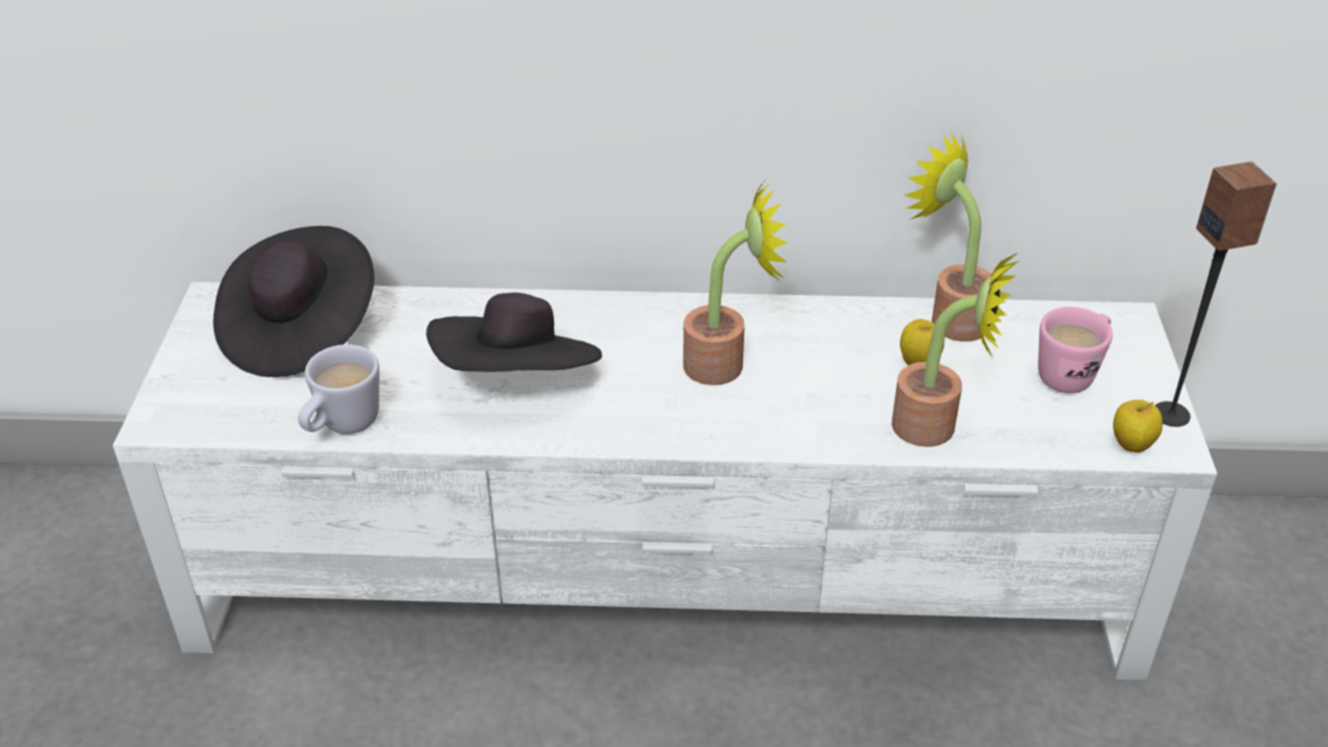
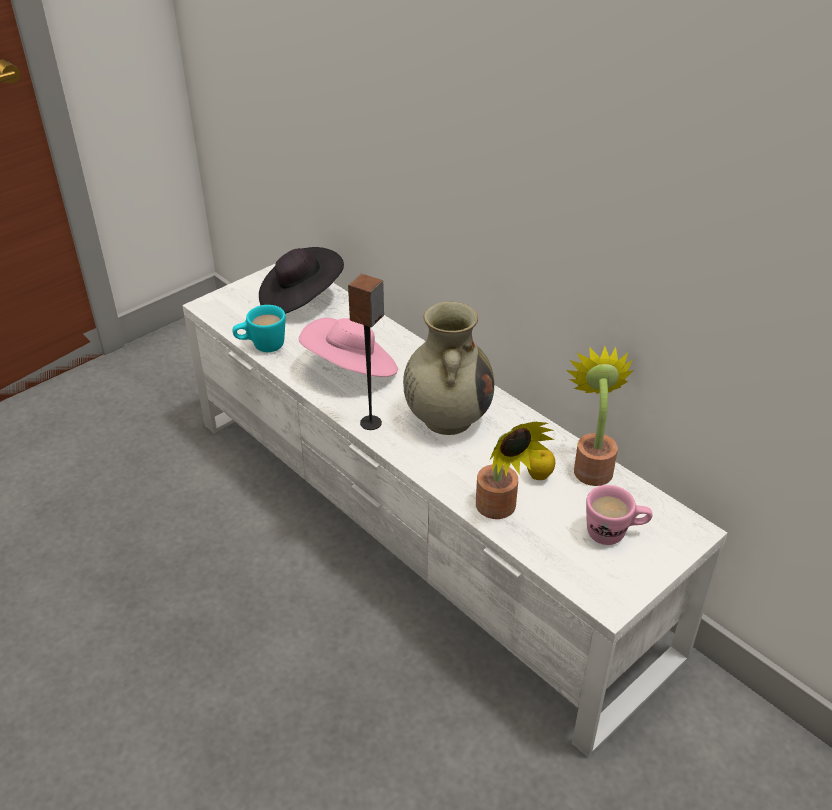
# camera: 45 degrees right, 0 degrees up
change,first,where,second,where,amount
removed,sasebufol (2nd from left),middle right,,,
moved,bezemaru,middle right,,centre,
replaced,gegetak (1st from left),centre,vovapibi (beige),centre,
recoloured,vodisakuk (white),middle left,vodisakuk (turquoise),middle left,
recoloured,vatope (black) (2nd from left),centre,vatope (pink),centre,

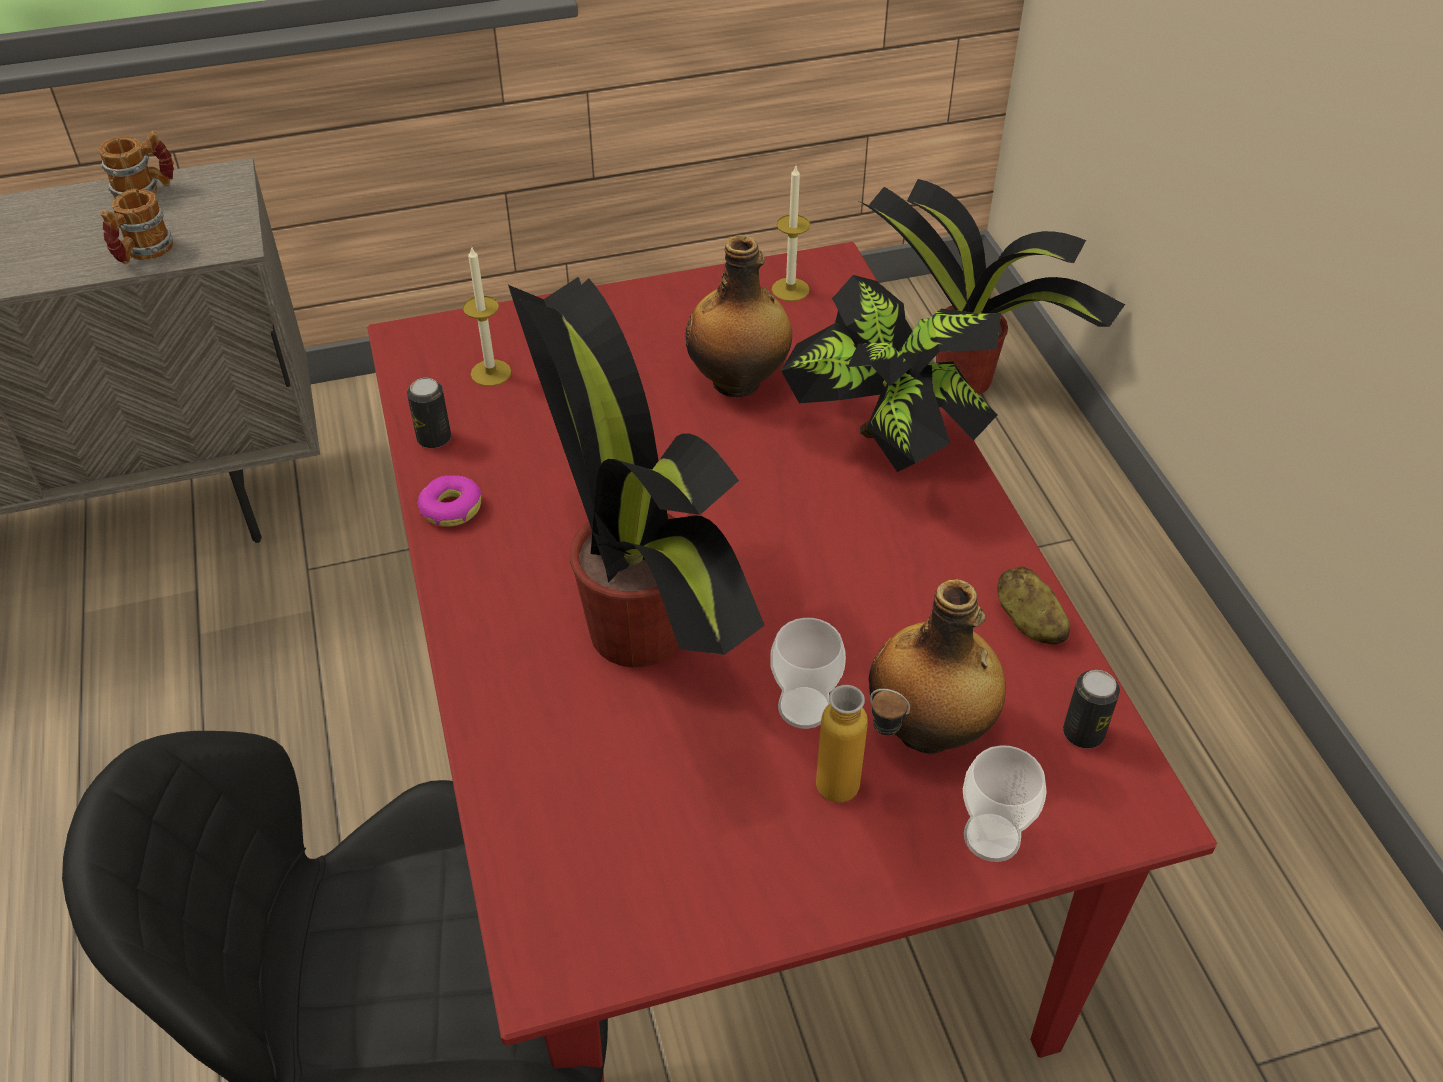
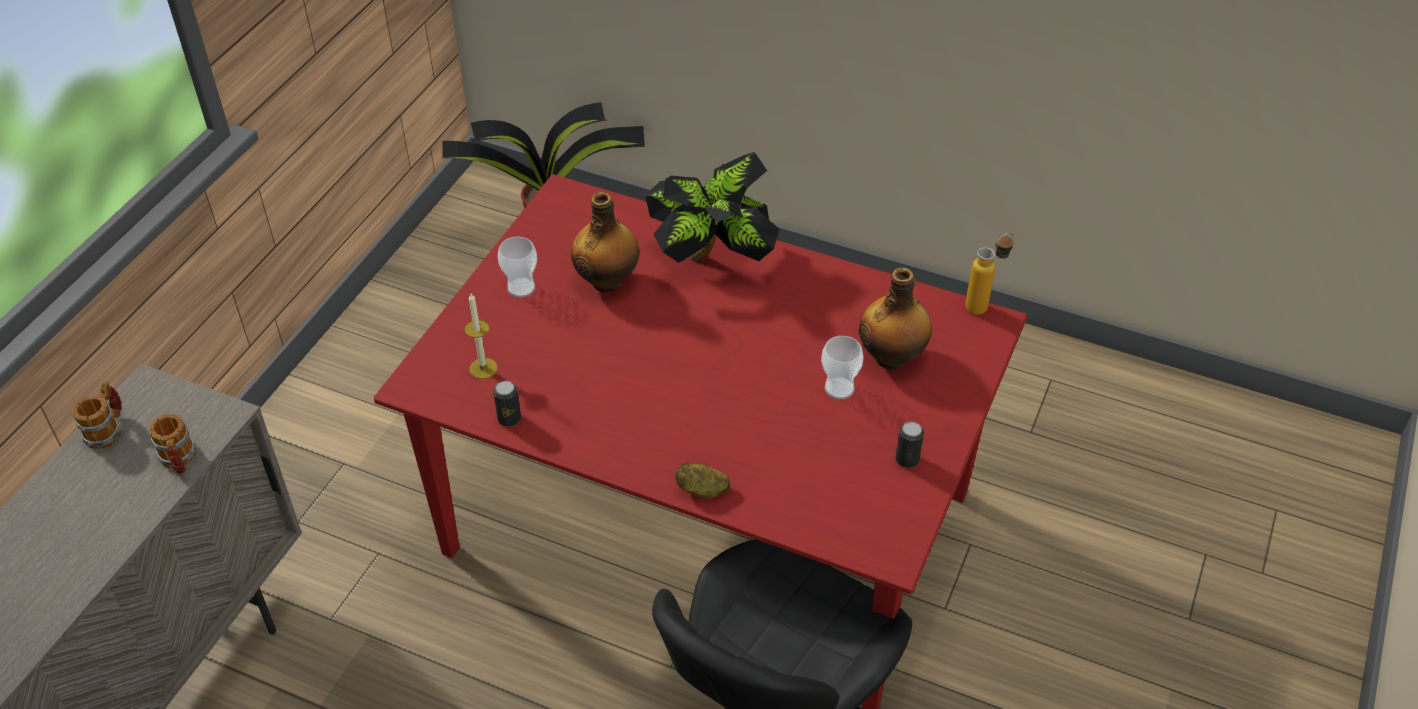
# camera: 50 degrees left, 0 degrees up
change,first,where,second,where,amount
removed,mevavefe,middle left,,,
removed,gegetak (1st from left),centre,,,
removed,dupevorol (2nd from left),top centre,,,
moved,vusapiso (2nd from left in the first image),bottom centre,vusapiso (3rd from left),middle right,
moved,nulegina (2nd from left in the first image),bottom right,nulegina (1st from left),centre,
moved,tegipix,middle right,,bottom centre,
moved,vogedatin (2nd from left),middle right,,centre,

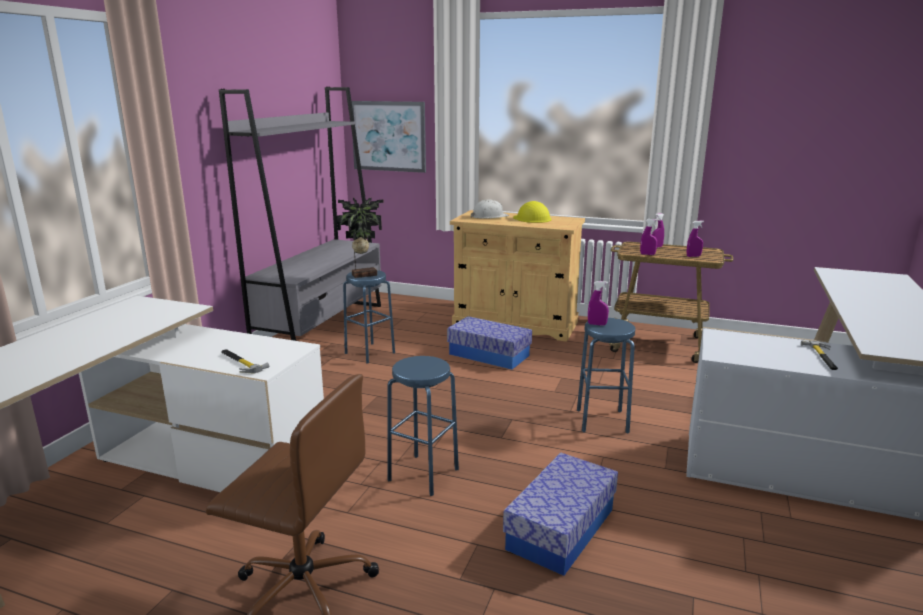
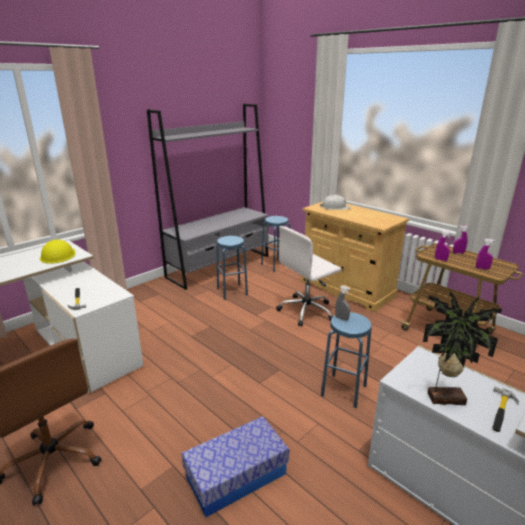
# camera: 25 degrees right, 5 degrees up
change,first,where,second,where,amount
removed,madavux,top centre,,,
moved,gegetak,centre,,middle right,
moved,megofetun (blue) (2nd from left),bottom centre,,centre,
moved,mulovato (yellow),centre,,middle left,
replaced,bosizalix (1st from left),centre,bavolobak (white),centre,
recoloured,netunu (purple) (1st from left),centre,netunu (grey),centre,

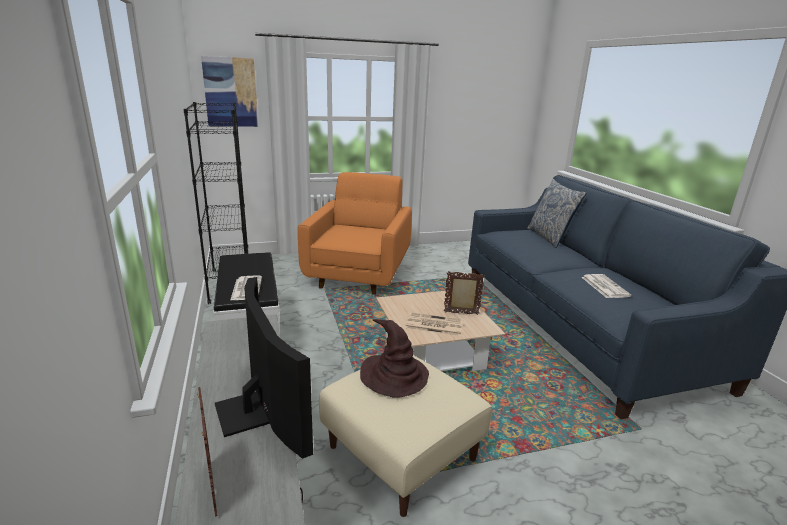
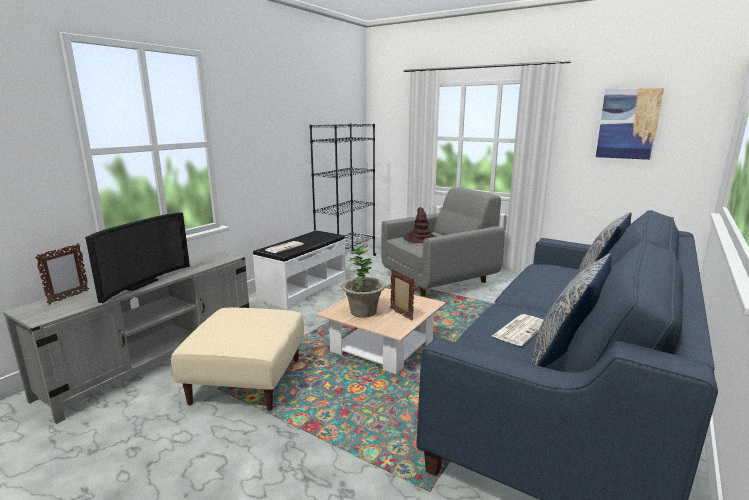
# camera: 50 degrees right, 5 degrees down
change,first,where,second,where,amount
added,,,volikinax (1st from left),middle right,
moved,madavux,top left,,top right,
moved,vatope (brown),bottom centre,,centre,
replaced,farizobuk (2nd from left),centre,gegetak,centre,
recoloured,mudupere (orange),centre,mudupere (grey),centre,

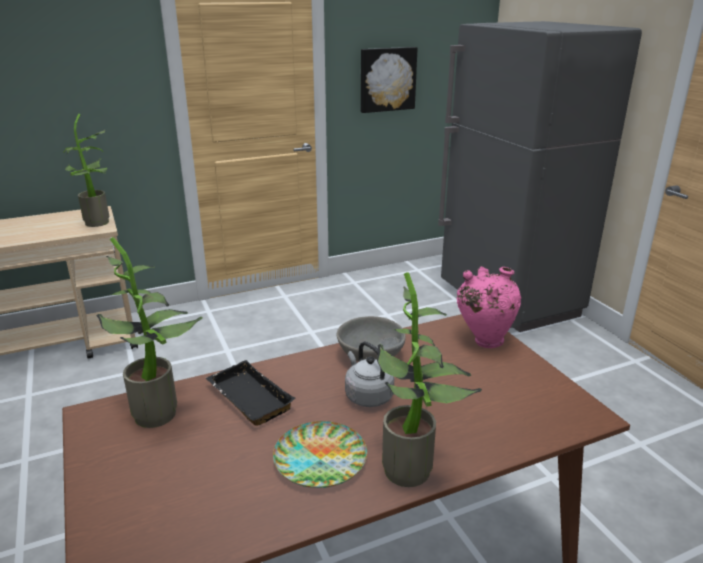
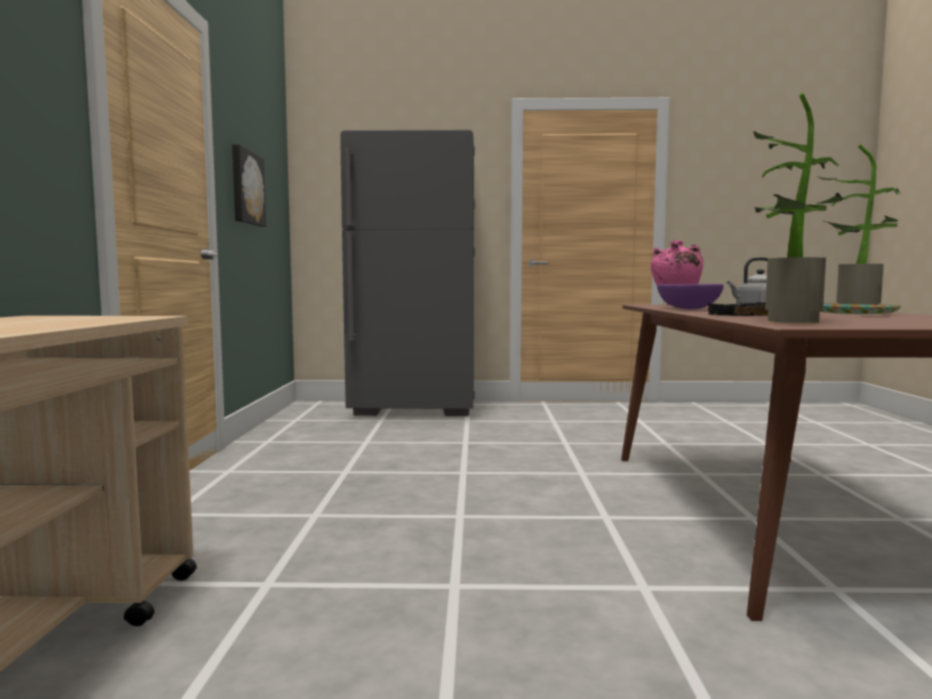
# camera: 65 degrees left, 20 degrees down
change,first,where,second,where,amount
removed,gegetak (1st from left),top left,,,
recoloured,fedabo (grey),centre,fedabo (purple),middle right,

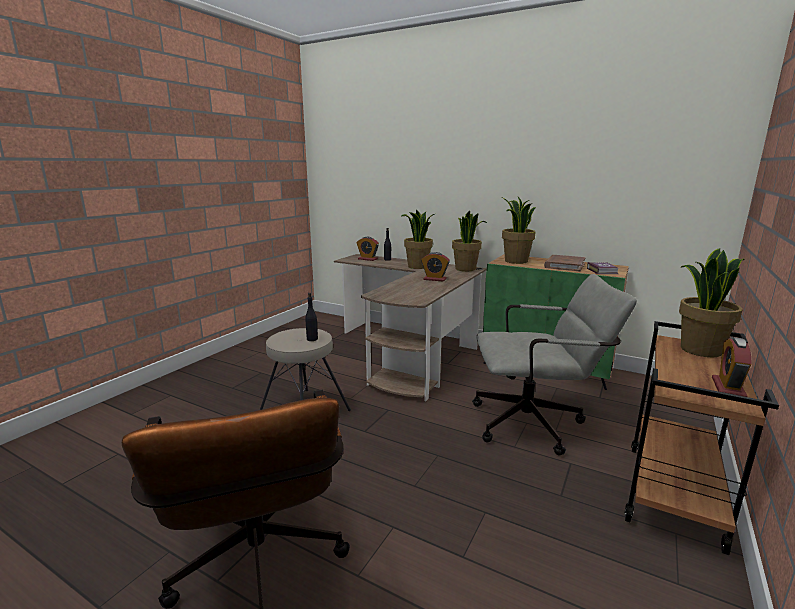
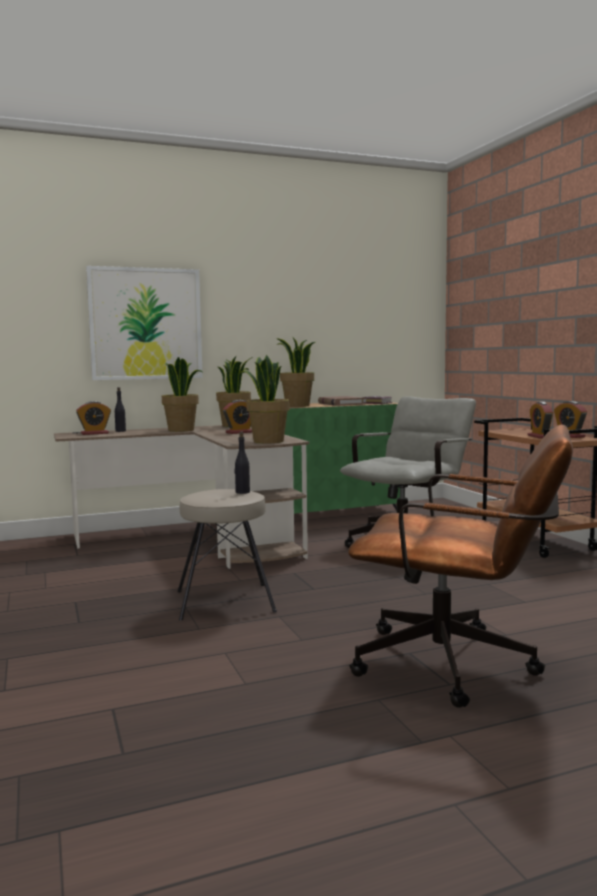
# camera: 50 degrees left, 10 degrees down
change,first,where,second,where,amount
added,,,madavux,middle left,
added,,,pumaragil (3rd from left),middle right,
moved,gegetak (4th from left in the first image),middle right,gegetak (3rd from left),centre,

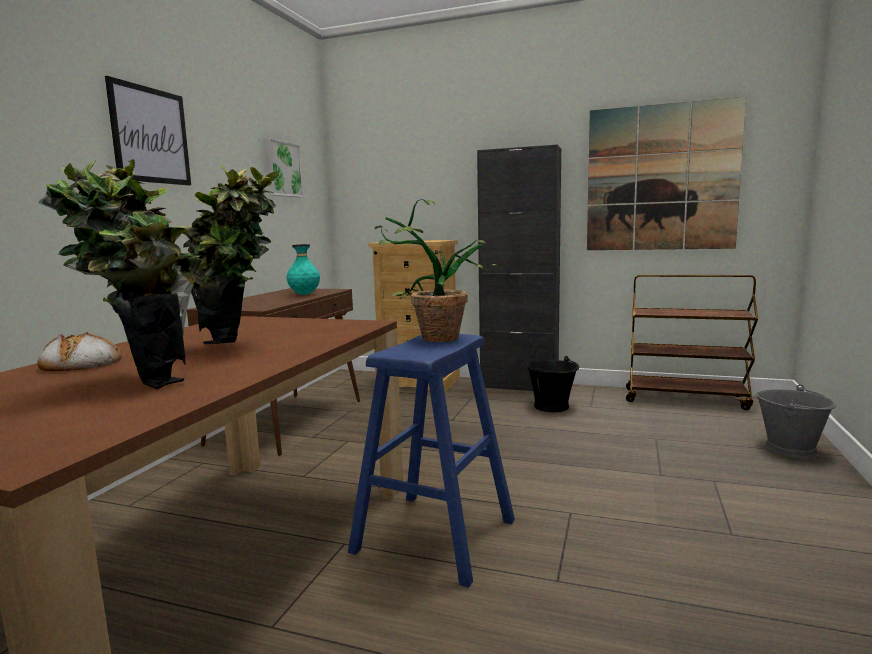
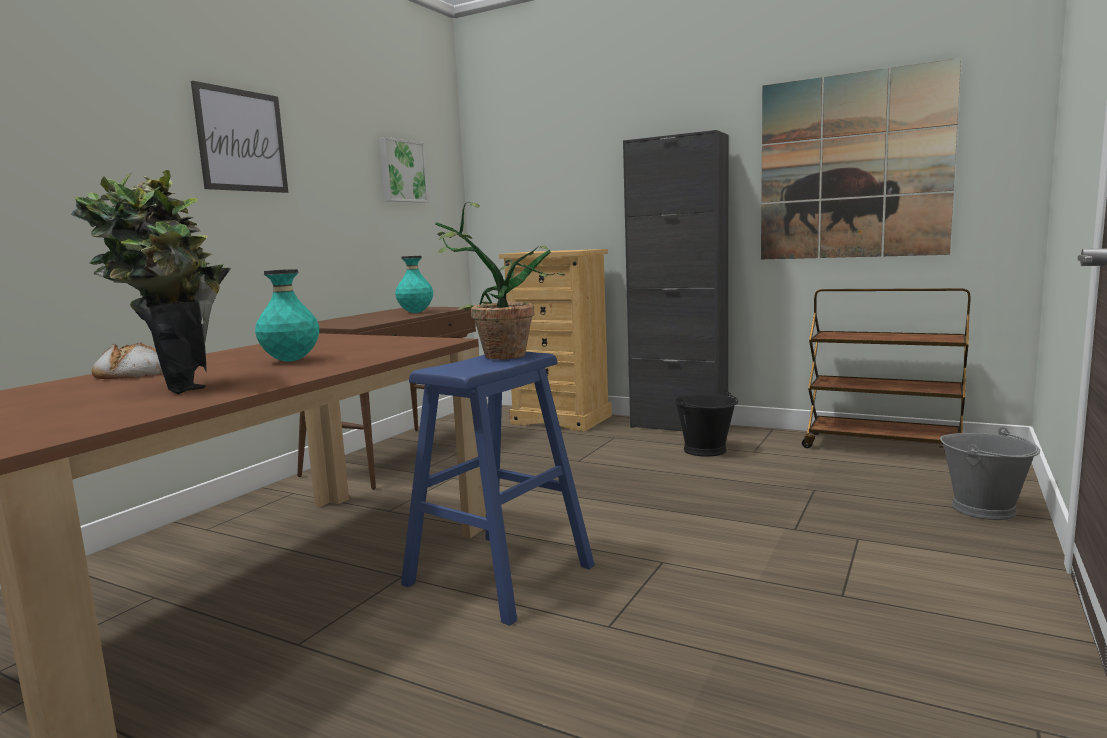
# camera: 10 degrees right, 0 degrees up
change,first,where,second,where,amount
replaced,gegetak (2nd from left),middle left,vovapibi (turquoise) (1st from left),middle left,

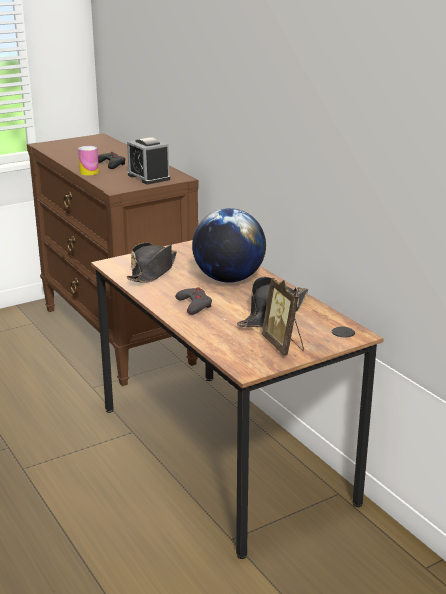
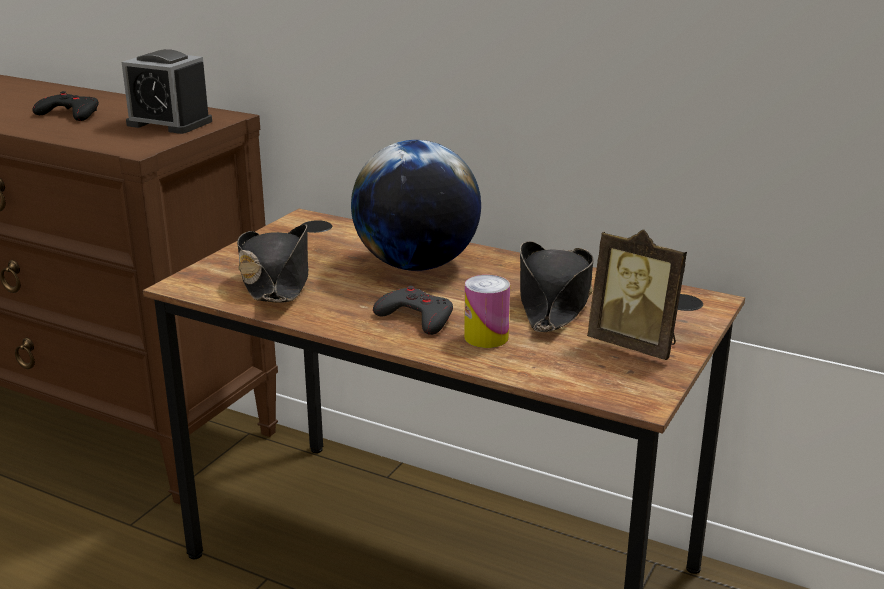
# camera: 30 degrees left, 0 degrees up
change,first,where,second,where,amount
moved,vogedatin,top left,,centre,

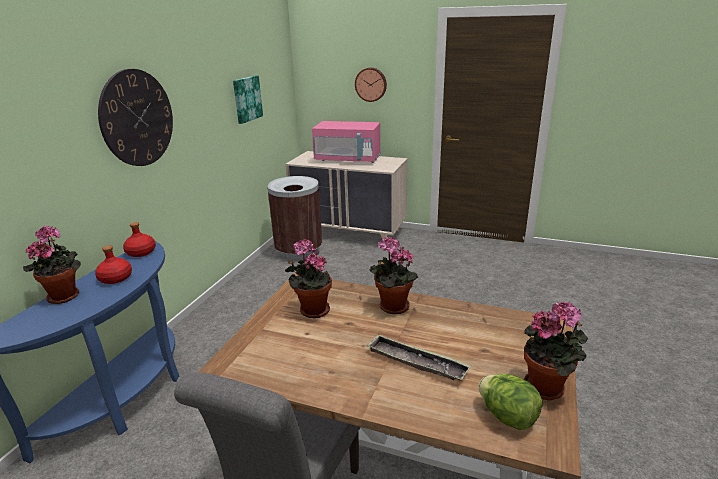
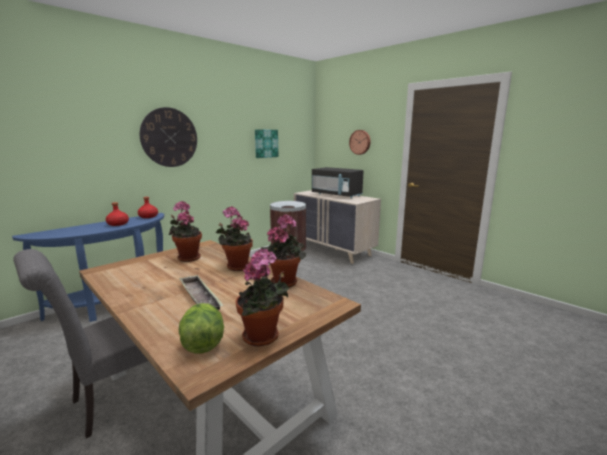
# camera: 25 degrees right, 10 degrees down
change,first,where,second,where,amount
moved,gegetak (1st from left in the first image),middle left,gegetak (4th from left),centre,
recoloured,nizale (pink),top centre,nizale (black),centre,

